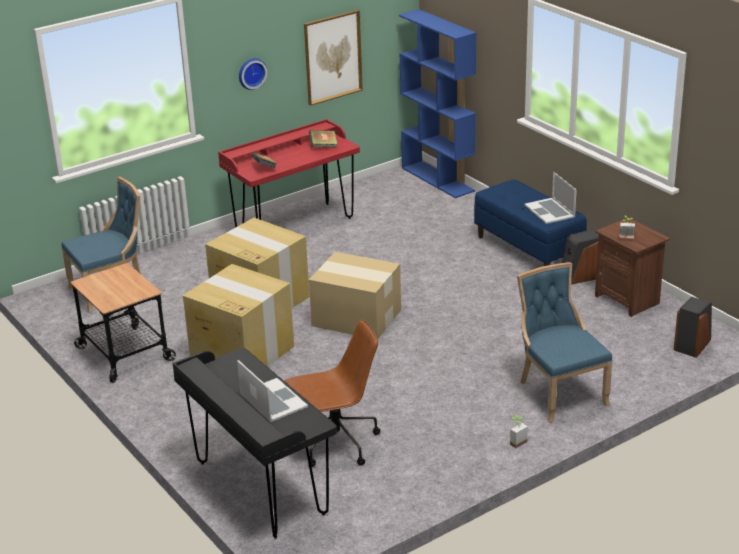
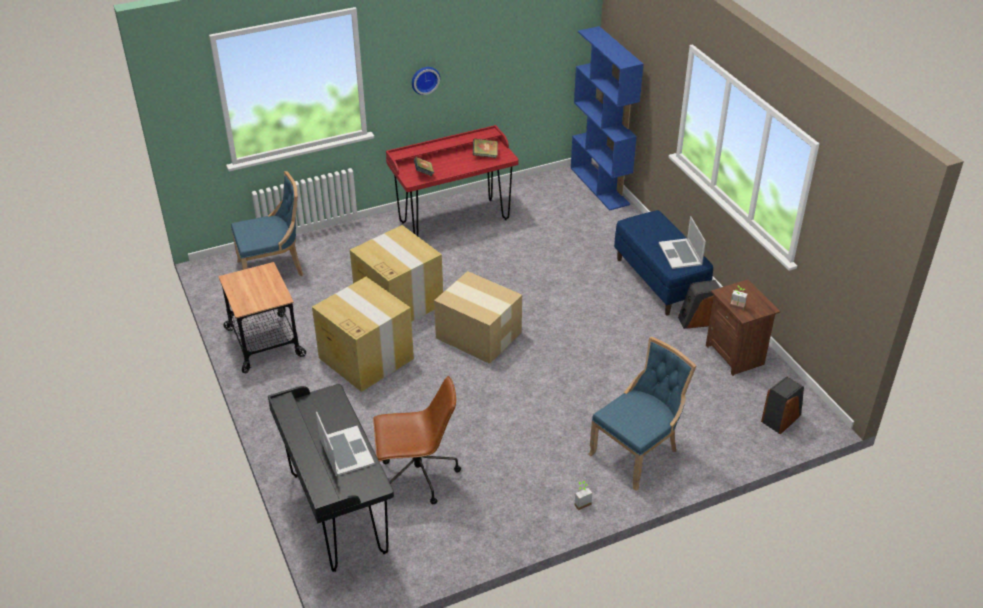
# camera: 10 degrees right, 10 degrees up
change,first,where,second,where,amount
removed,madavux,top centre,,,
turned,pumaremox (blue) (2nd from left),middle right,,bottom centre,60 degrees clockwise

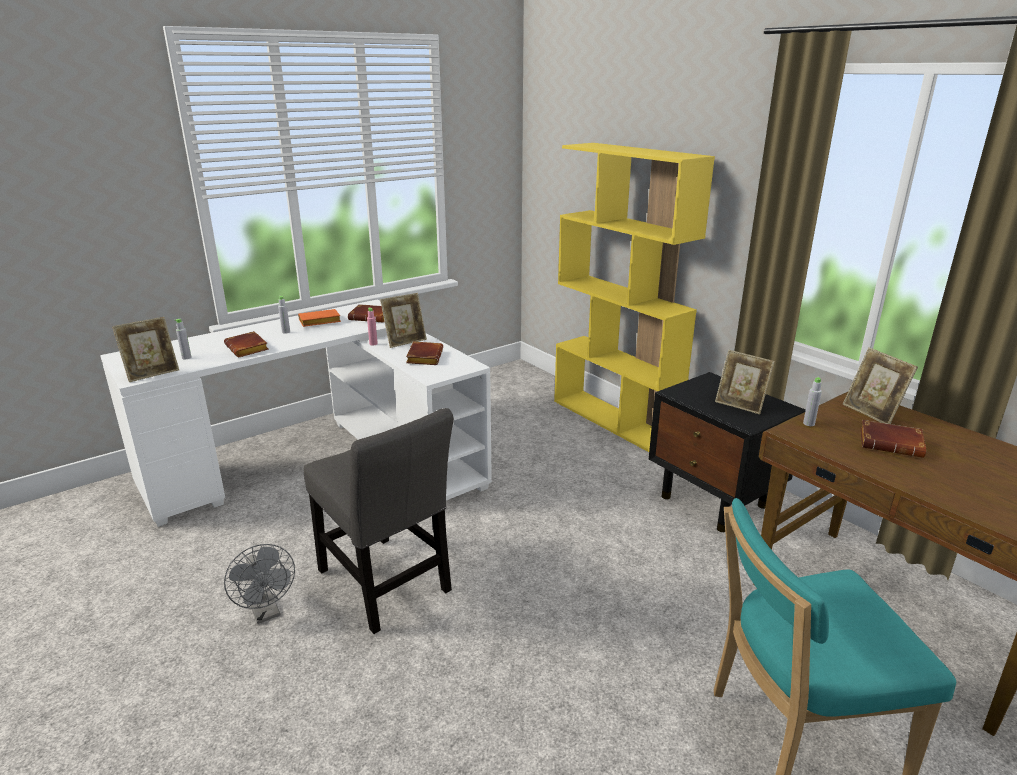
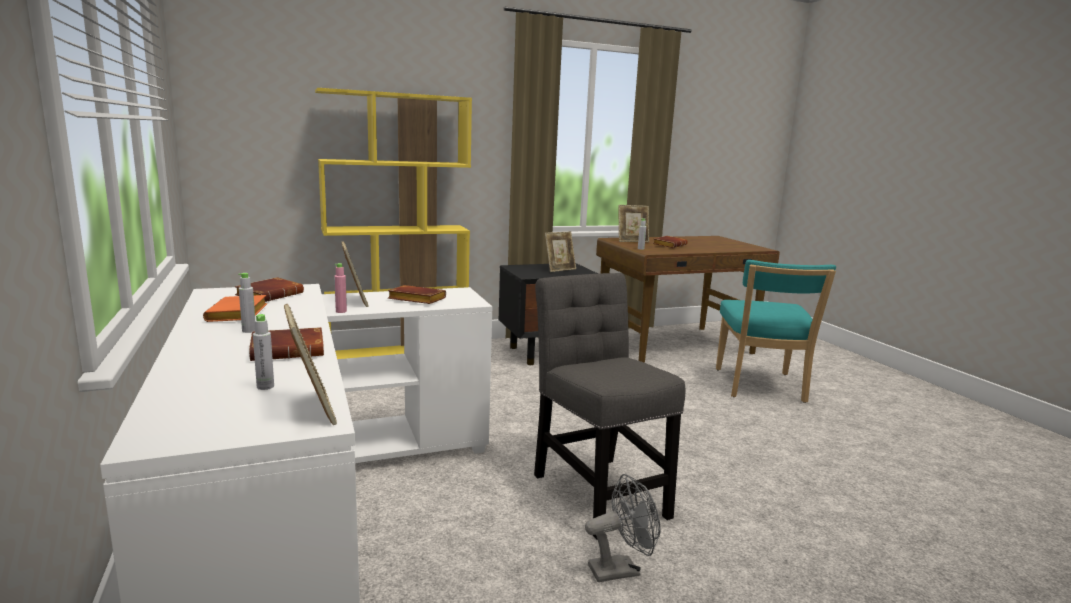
# camera: 75 degrees left, 10 degrees down
change,first,where,second,where,amount
turned,pumaremox (grey),bottom centre,,bottom centre,90 degrees counterclockwise

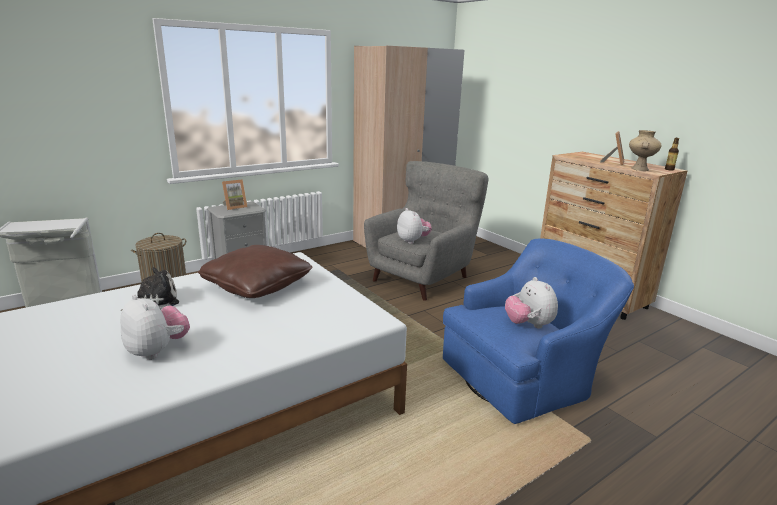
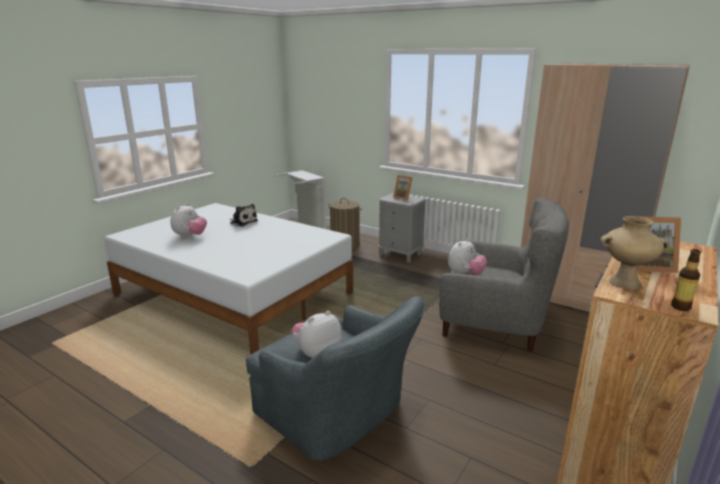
# camera: 70 degrees right, 0 degrees up
change,first,where,second,where,amount
removed,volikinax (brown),middle left,,,
recoloured,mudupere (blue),middle right,mudupere (grey) (1st from left),bottom centre,

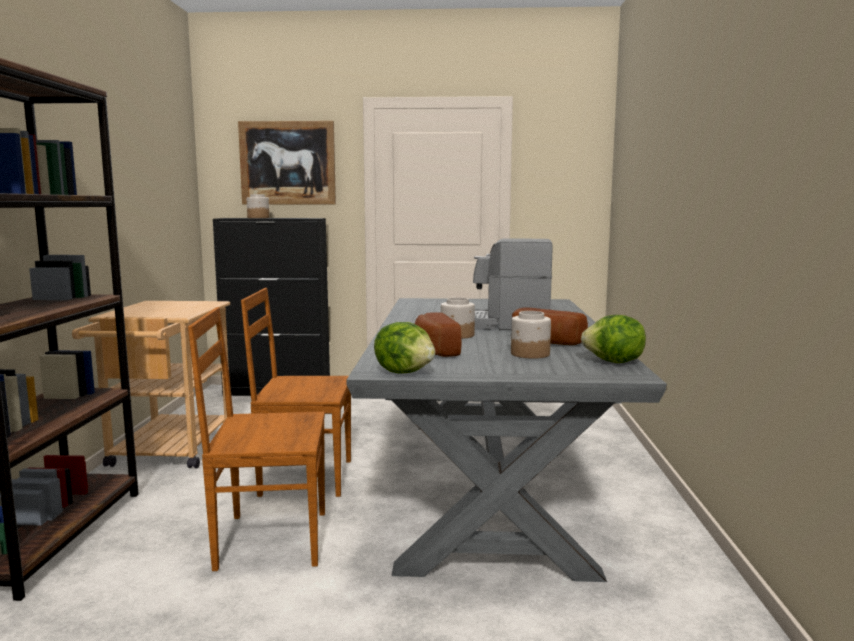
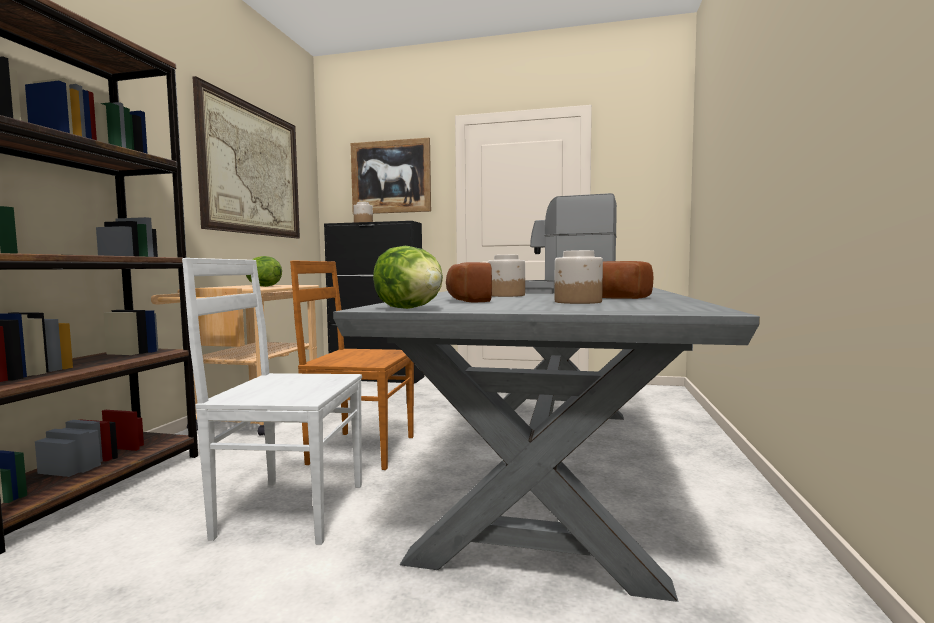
# camera: 10 degrees right, 5 degrees down
change,first,where,second,where,amount
added,,,madavux (1st from left),top left,
moved,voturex (2nd from left in the first image),middle right,voturex (1st from left),middle left,
recoloured,pumaremox (brown) (1st from left),bottom left,pumaremox (white),middle left,

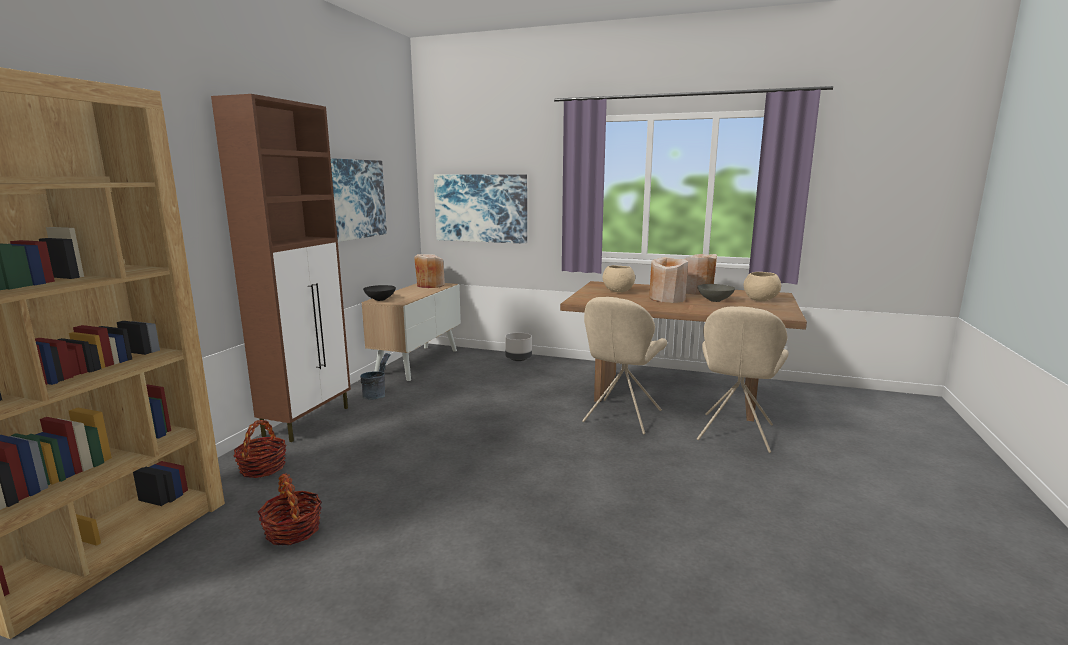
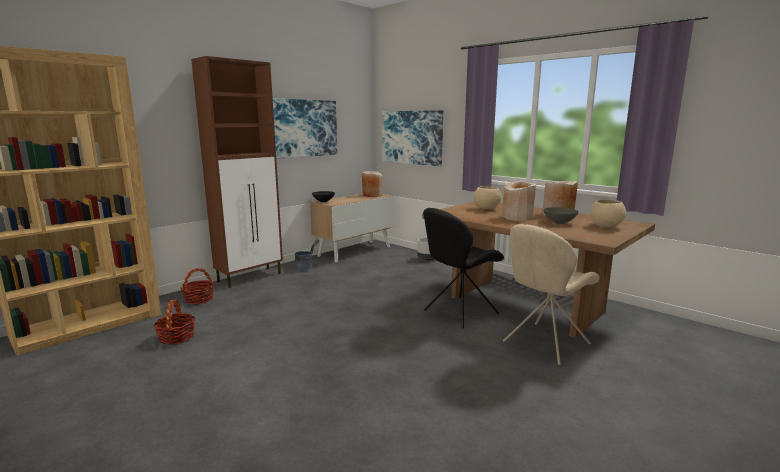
# camera: 25 degrees right, 0 degrees up
change,first,where,second,where,amount
recoloured,pumaremox (beige) (1st from left),centre,pumaremox (black),centre,

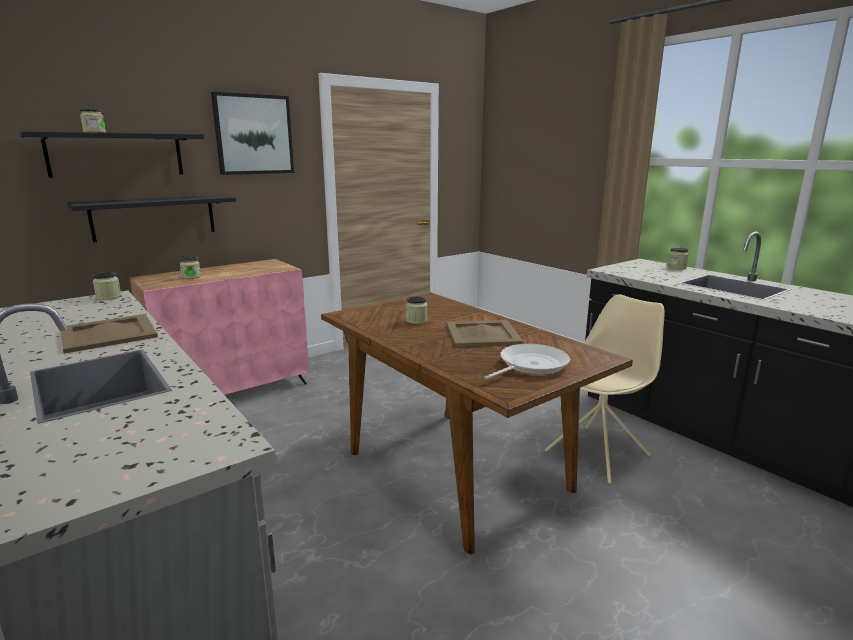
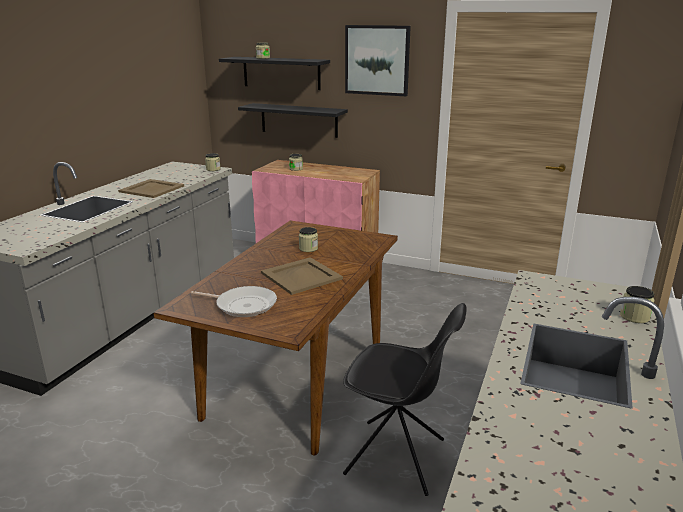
# camera: 60 degrees right, 5 degrees up
change,first,where,second,where,amount
recoloured,pumaremox (beige),middle right,pumaremox (black),bottom centre,

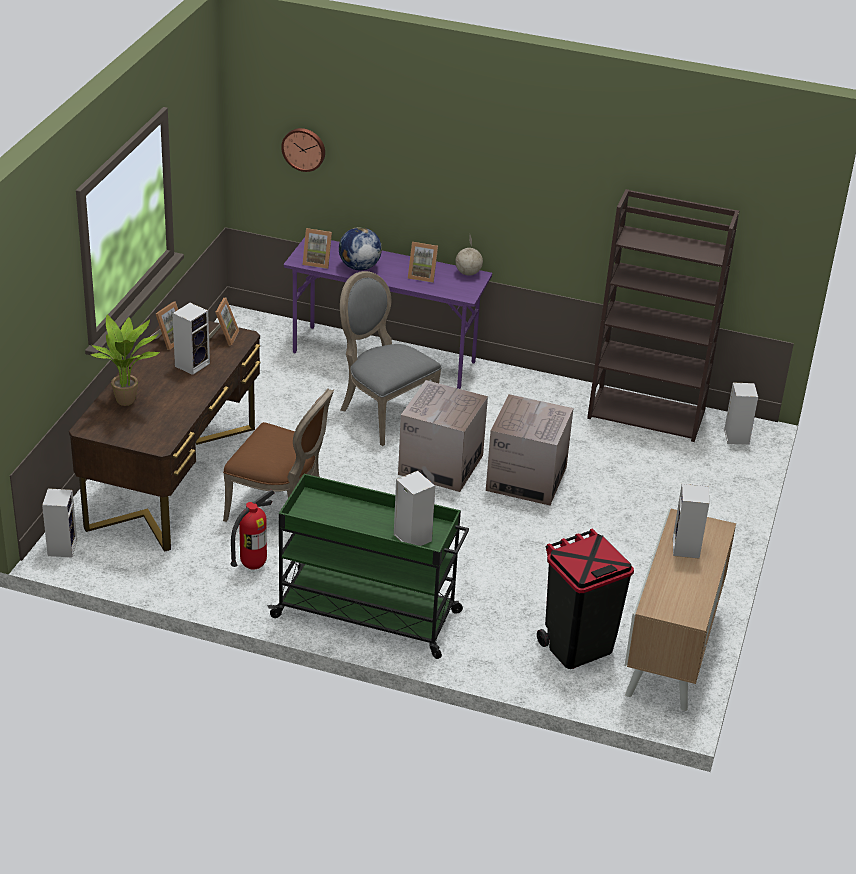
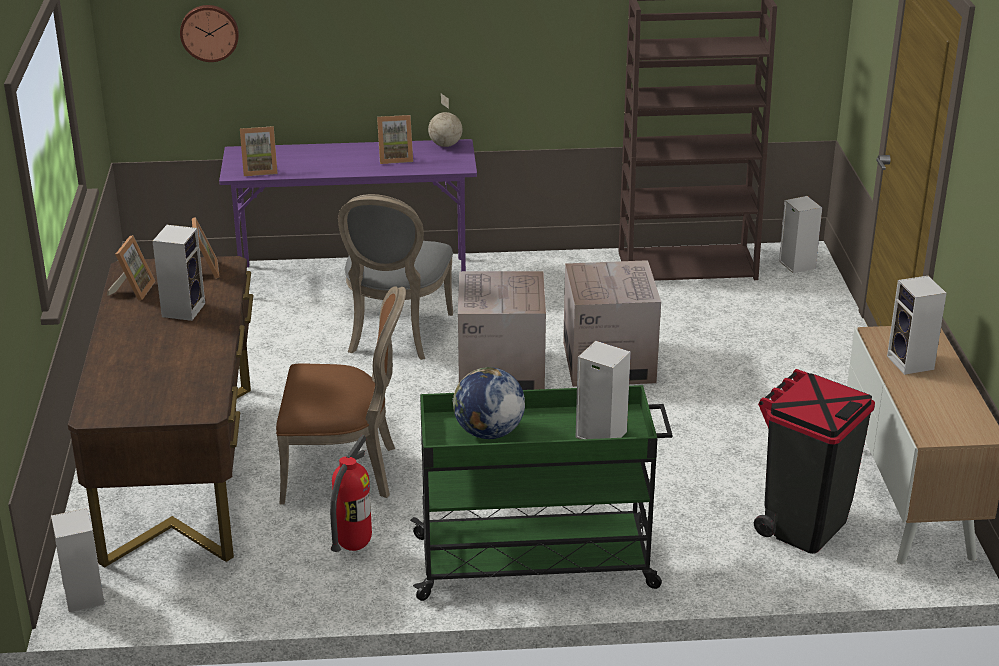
# camera: 20 degrees left, 5 degrees down
change,first,where,second,where,amount
removed,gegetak,middle left,,,
moved,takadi (1st from left in the first image),top centre,takadi (2nd from left),centre,
turned,pumaremox (grey),centre,,centre,105 degrees counterclockwise

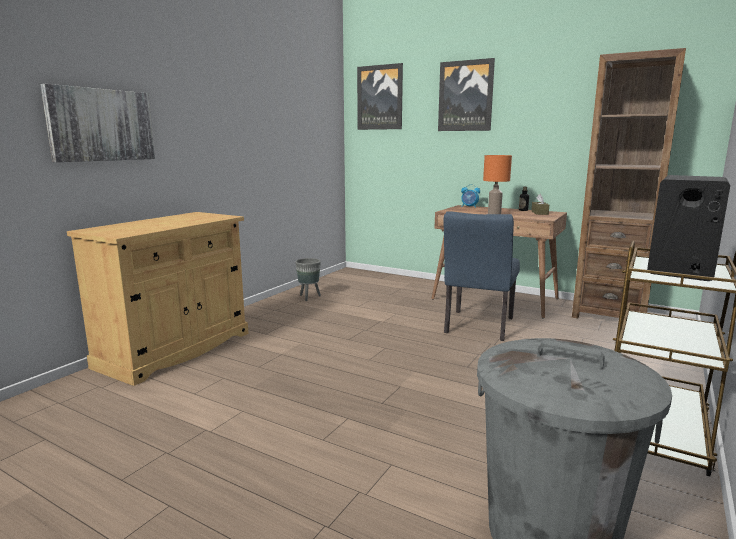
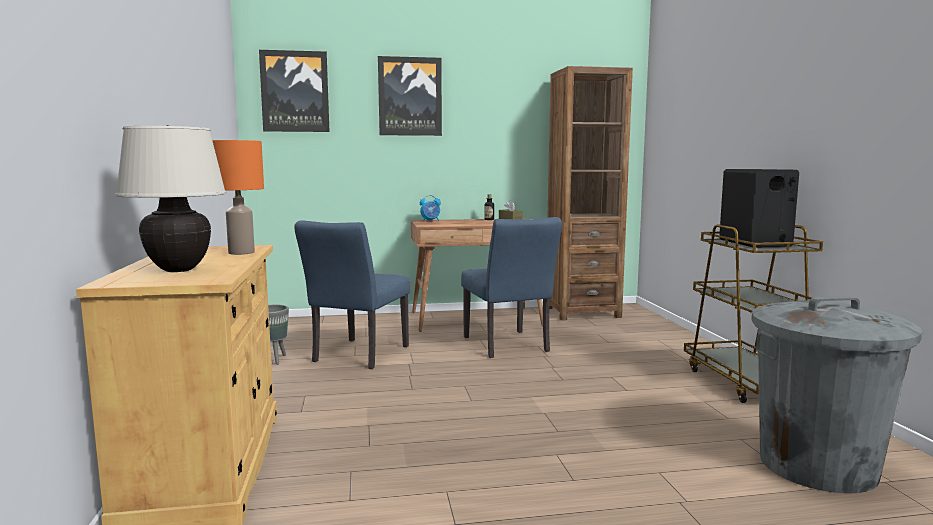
# camera: 40 degrees left, 5 degrees down
change,first,where,second,where,amount
removed,madavux (1st from left),top left,,,
added,,,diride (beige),middle left,
added,,,pumaremox (blue) (1st from left),centre,
moved,diride (orange),middle right,,middle left,

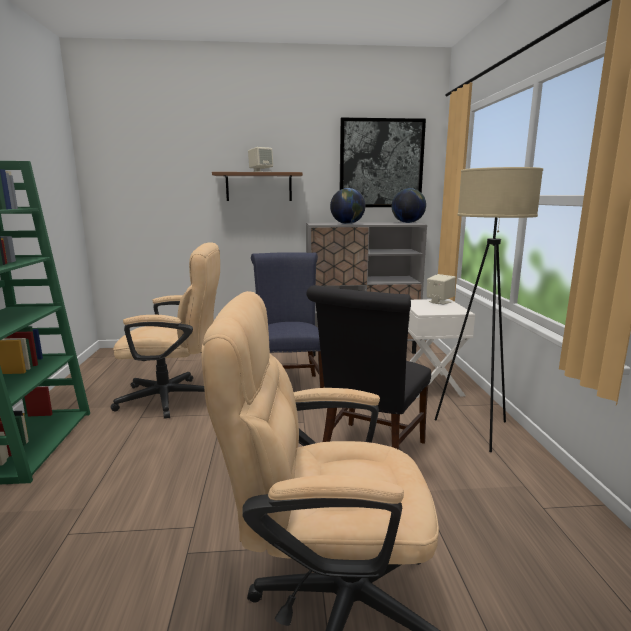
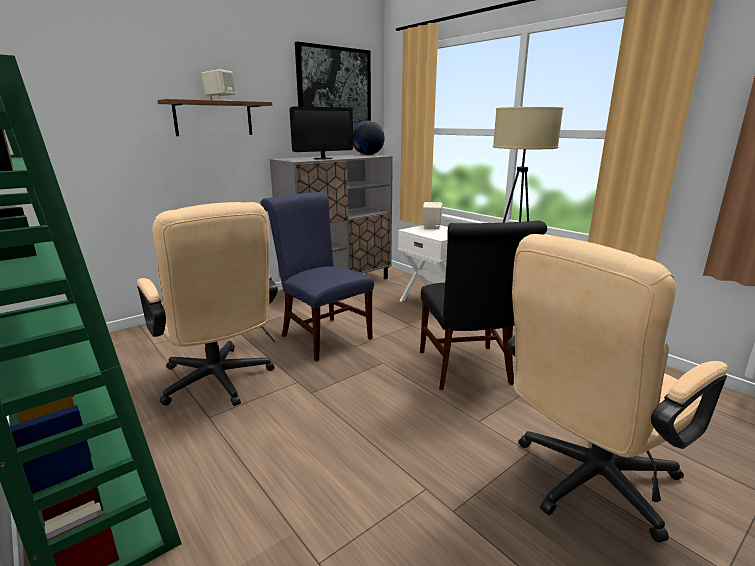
# camera: 35 degrees left, 5 degrees up
change,first,where,second,where,amount
replaced,takadi (1st from left),top centre,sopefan,top centre,
turned,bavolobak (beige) (1st from left),middle left,,middle left,90 degrees clockwise

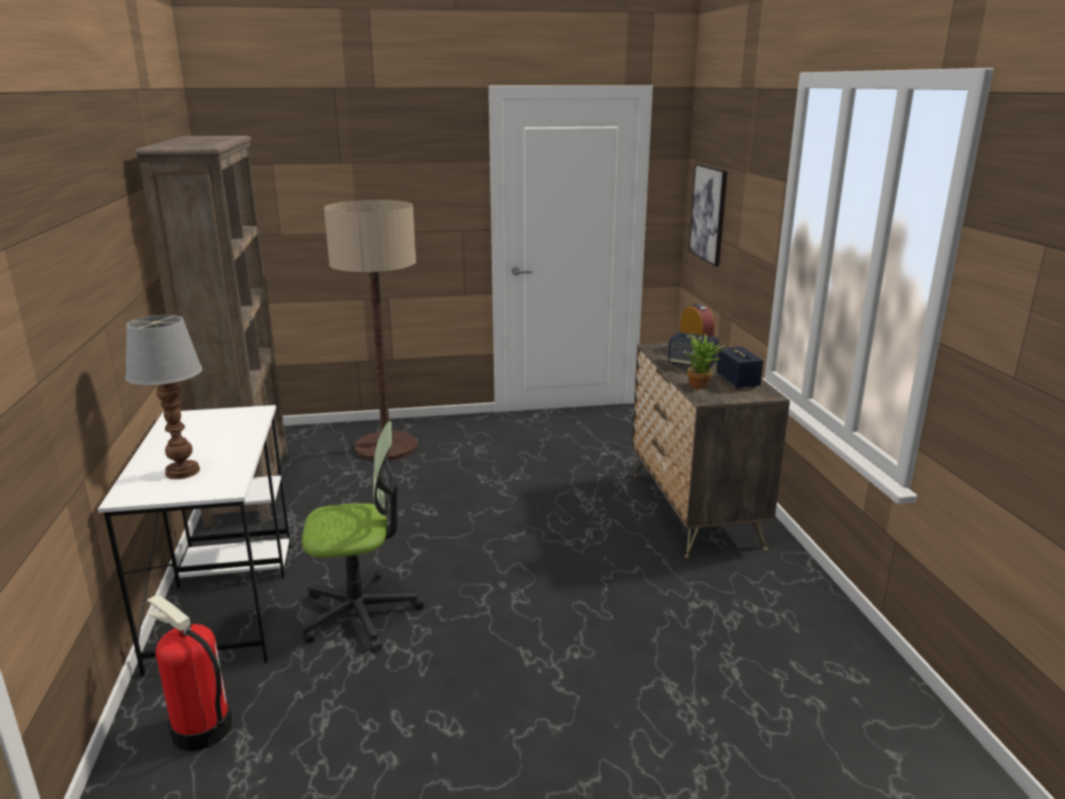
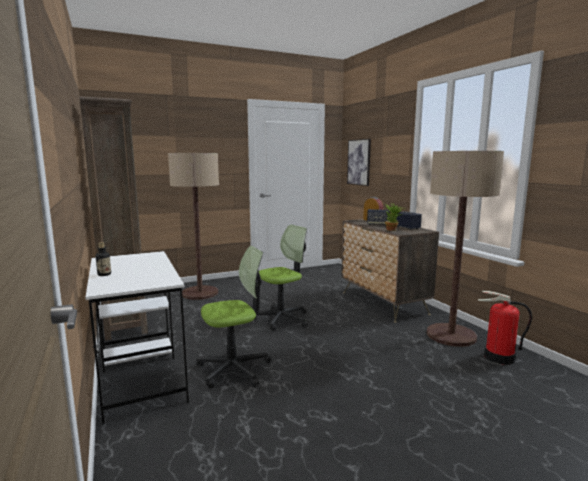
# camera: 15 degrees left, 10 degrees down
change,first,where,second,where,amount
removed,diride,middle left,,,
added,,,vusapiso,middle left,
added,,,bavolobak (2nd from left),centre,
added,,,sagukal (2nd from left),middle right,
moved,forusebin,bottom left,,bottom right,

